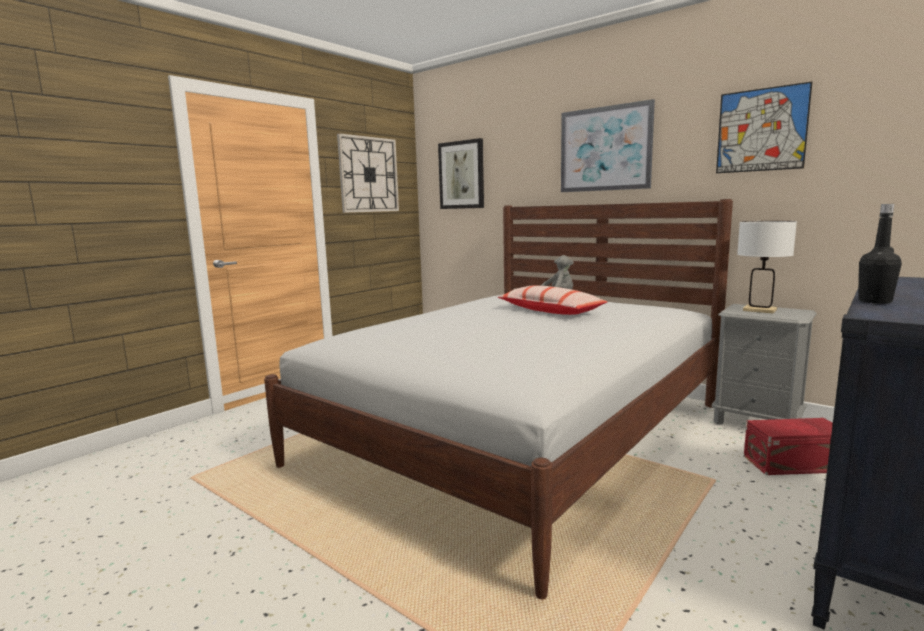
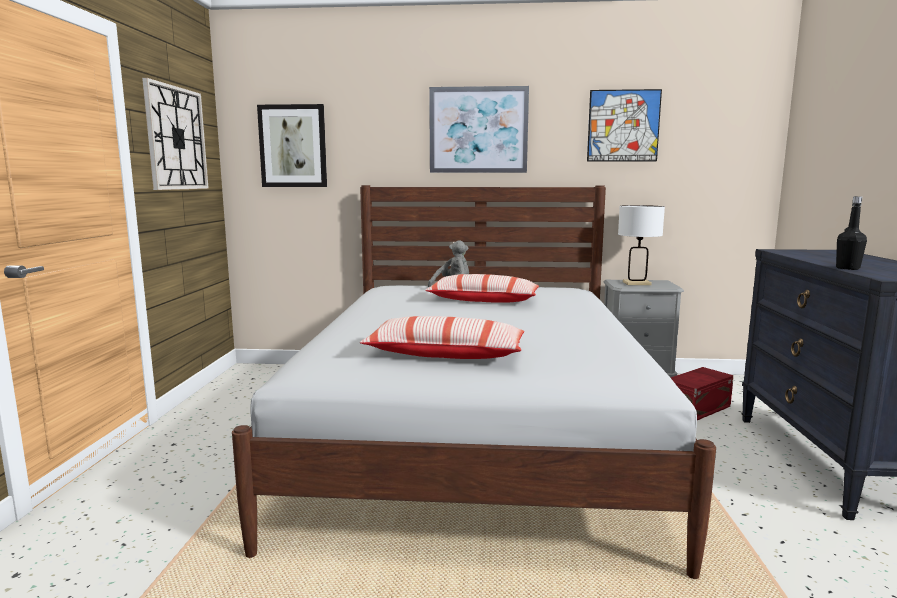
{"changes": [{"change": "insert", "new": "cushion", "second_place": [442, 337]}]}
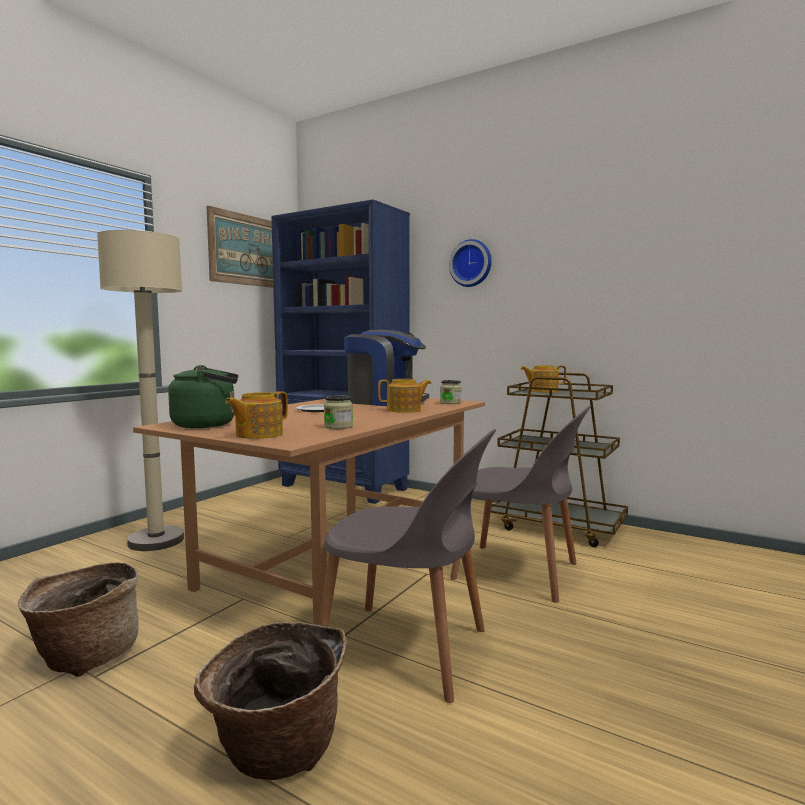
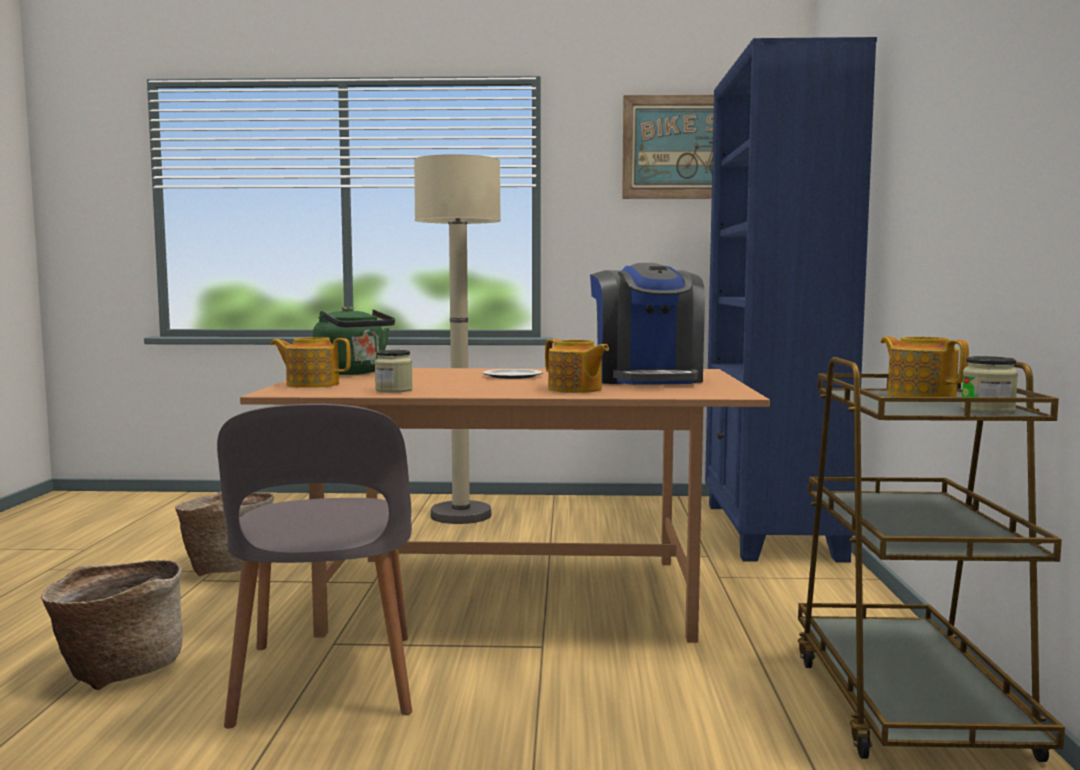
{"changes": [{"change": "delete", "old": "hanging clock", "first_place": [470, 263]}, {"change": "delete", "old": "upright chair (greyish)", "first_place": [520, 504]}, {"change": "move", "old": "jar", "first_place": [451, 392], "second_place": [989, 385]}]}
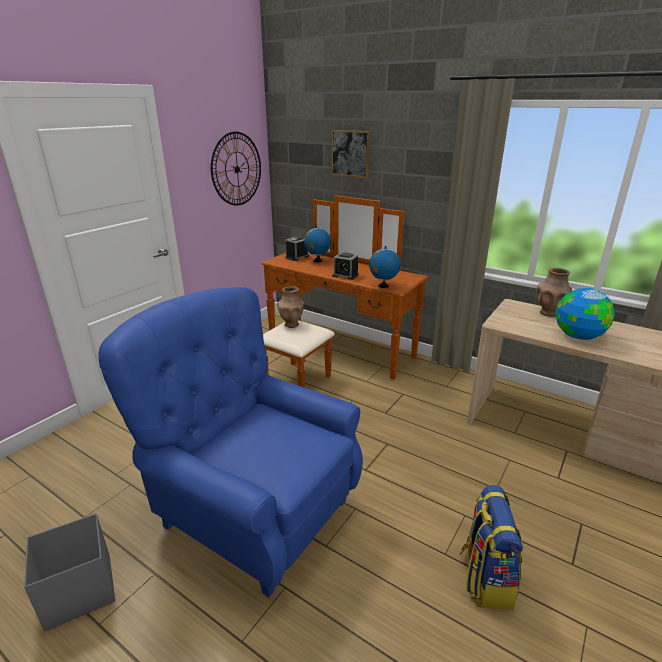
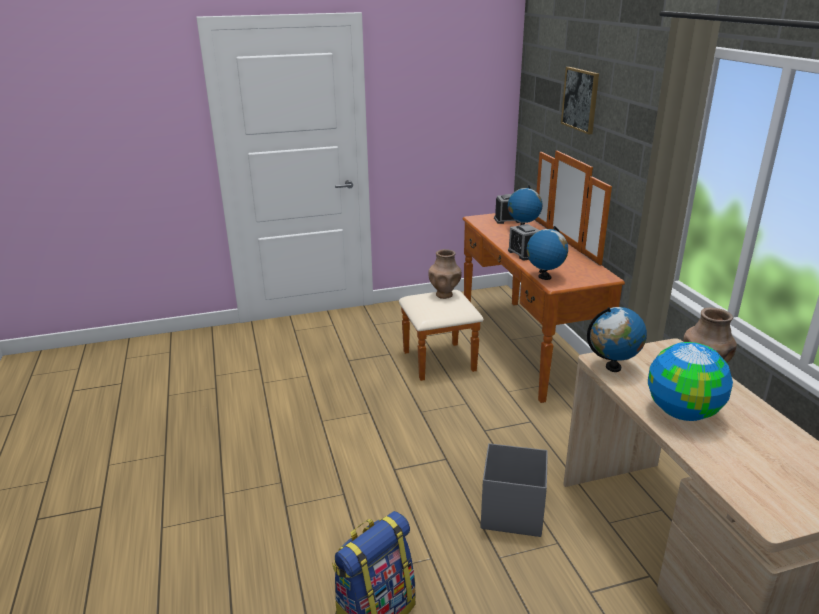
{"changes": [{"change": "delete", "old": "lounge chair (bluish)", "first_place": [230, 442]}, {"change": "delete", "old": "hanging clock", "first_place": [236, 169]}, {"change": "insert", "new": "desk globe", "second_place": [617, 339]}, {"change": "move", "old": "storage bin (greyish)", "first_place": [69, 572], "second_place": [514, 490]}]}
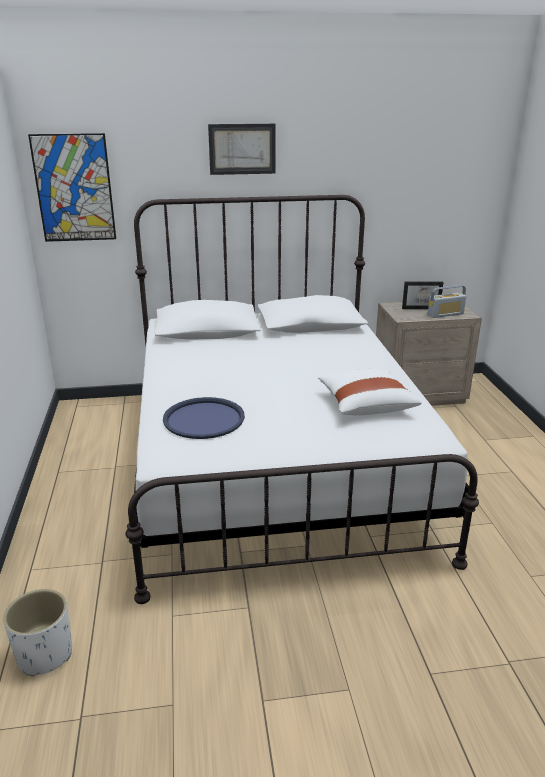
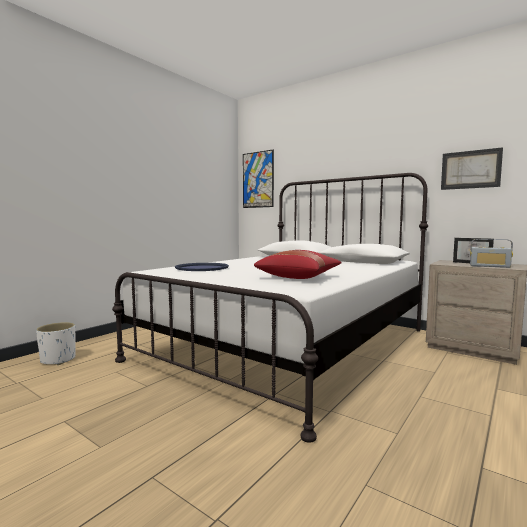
{"changes": [{"change": "move", "old": "wall art", "first_place": [242, 149], "second_place": [472, 168]}, {"change": "recolor", "old": "cushion (white)", "new": "cushion (red)", "first_place": [370, 392], "second_place": [298, 264]}]}
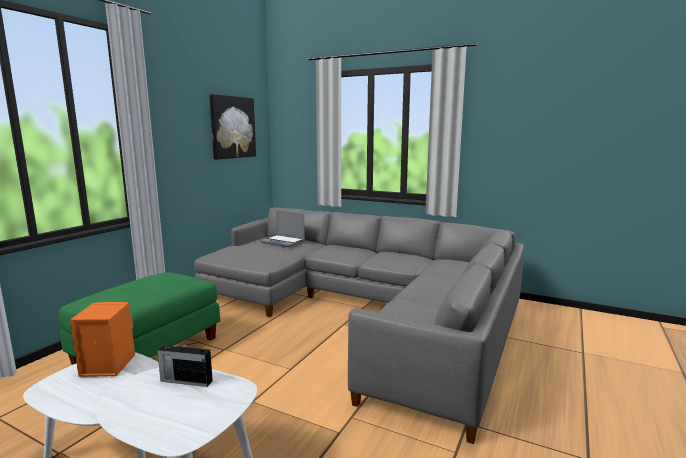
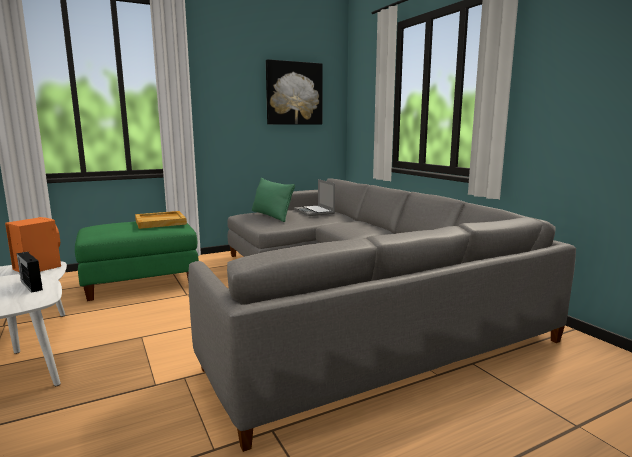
{"changes": [{"change": "insert", "new": "serving tray (beige)", "second_place": [161, 220]}, {"change": "insert", "new": "cushion (green)", "second_place": [273, 200]}]}
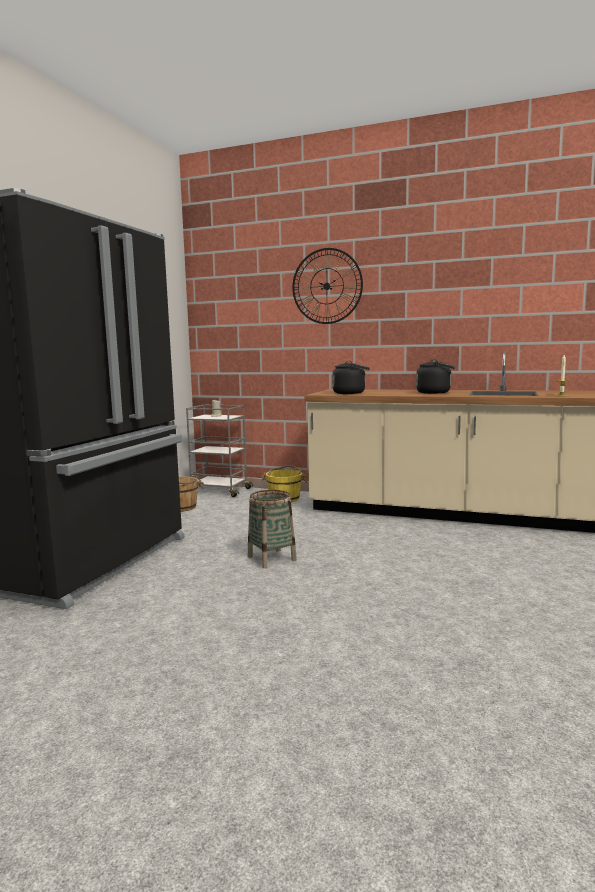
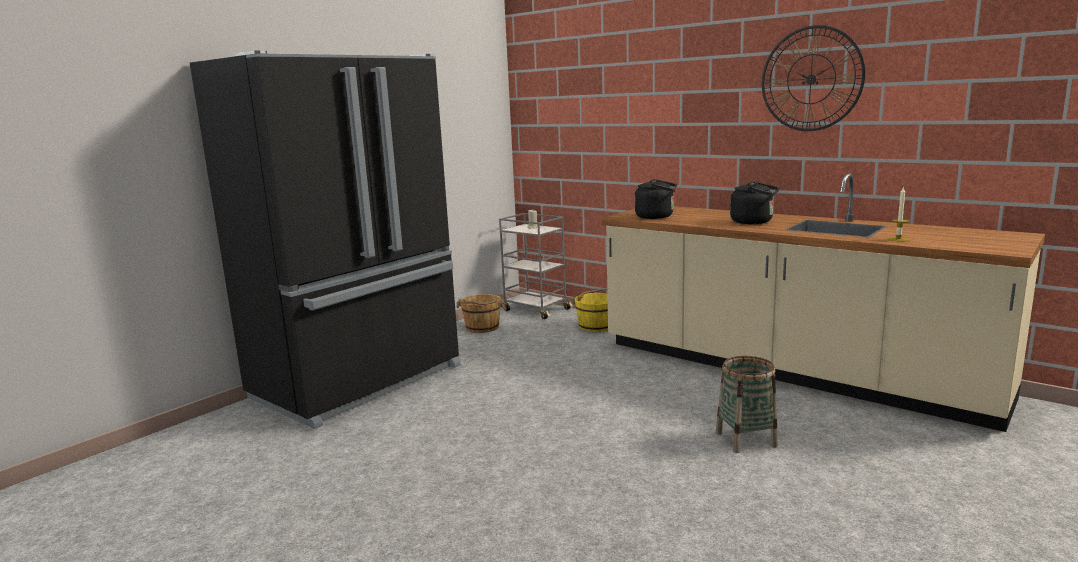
{"changes": [{"change": "move", "old": "storage basket", "first_place": [272, 529], "second_place": [747, 404]}, {"change": "move", "old": "hanging clock", "first_place": [327, 286], "second_place": [813, 78]}]}
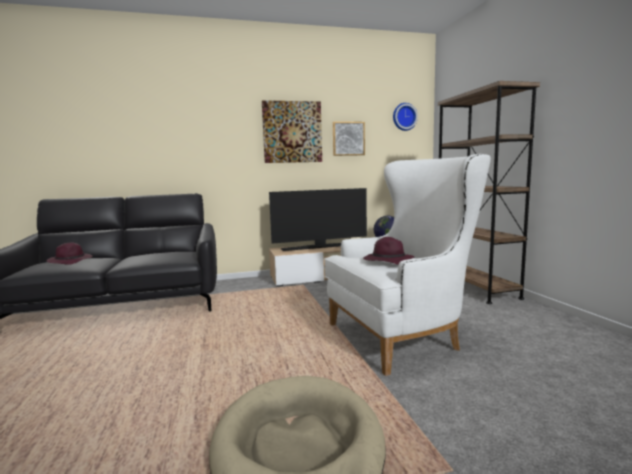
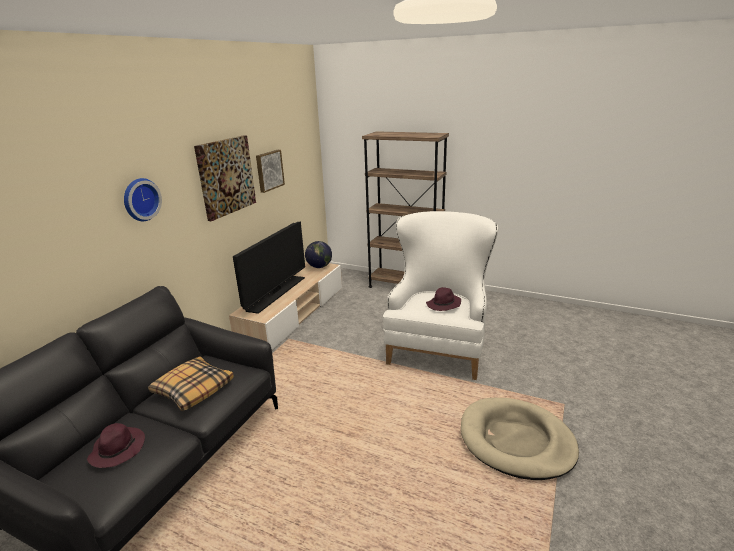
{"changes": [{"change": "insert", "new": "cushion", "second_place": [191, 383]}, {"change": "move", "old": "hanging clock", "first_place": [405, 117], "second_place": [143, 199]}]}
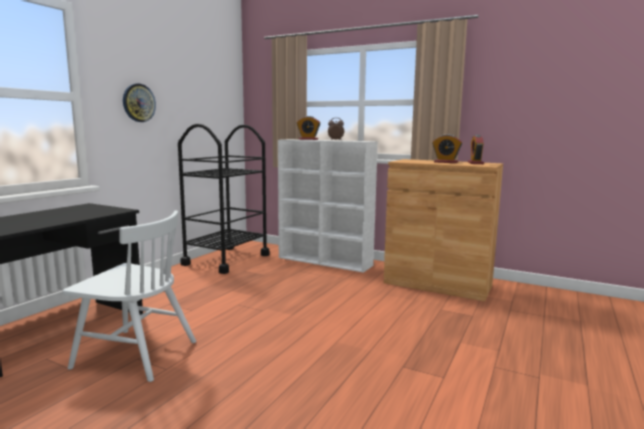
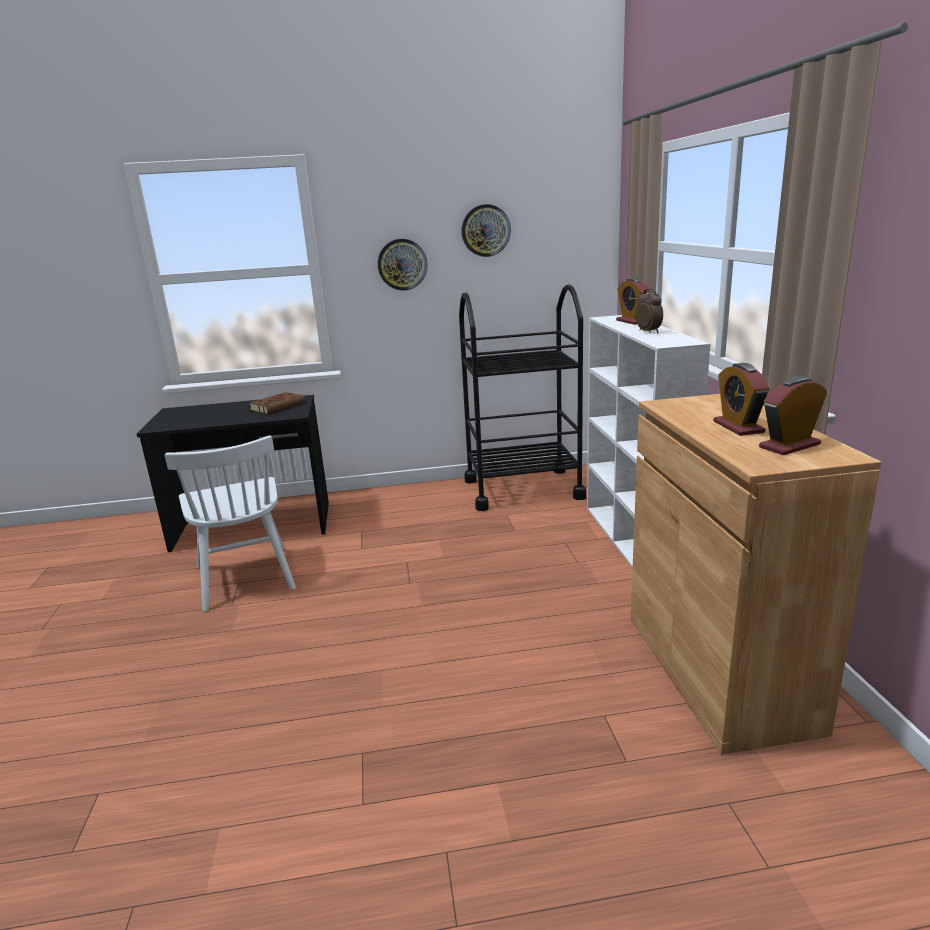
{"changes": [{"change": "insert", "new": "book (brown)", "second_place": [277, 403]}, {"change": "insert", "new": "hanging clock", "second_place": [486, 230]}]}
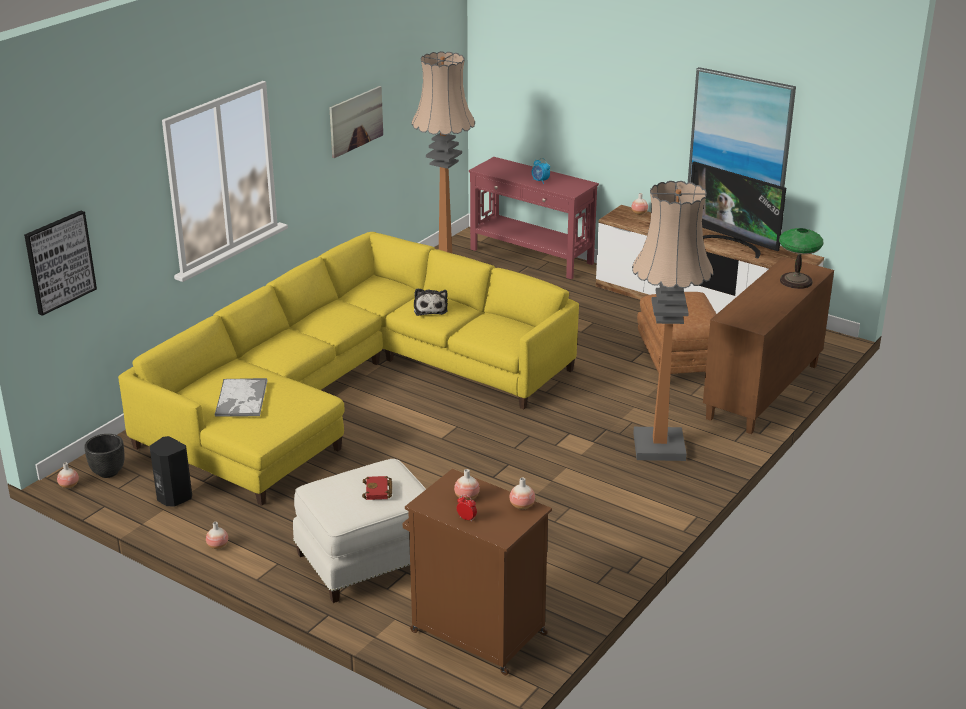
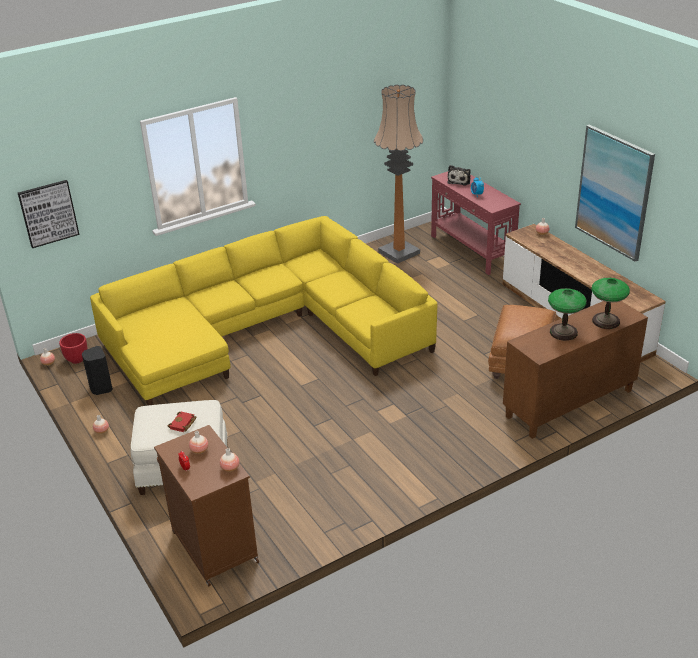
{"changes": [{"change": "delete", "old": "serving tray", "first_place": [241, 397]}, {"change": "delete", "old": "wall art", "first_place": [356, 122]}, {"change": "delete", "old": "standard lamp", "first_place": [672, 321]}, {"change": "delete", "old": "TV", "first_place": [738, 210]}, {"change": "insert", "new": "table lamp", "second_place": [567, 314]}, {"change": "move", "old": "cuddly toy", "first_place": [431, 302], "second_place": [459, 175]}, {"change": "recolor", "old": "flower pot (black)", "new": "flower pot (red)", "first_place": [104, 456], "second_place": [73, 348]}]}
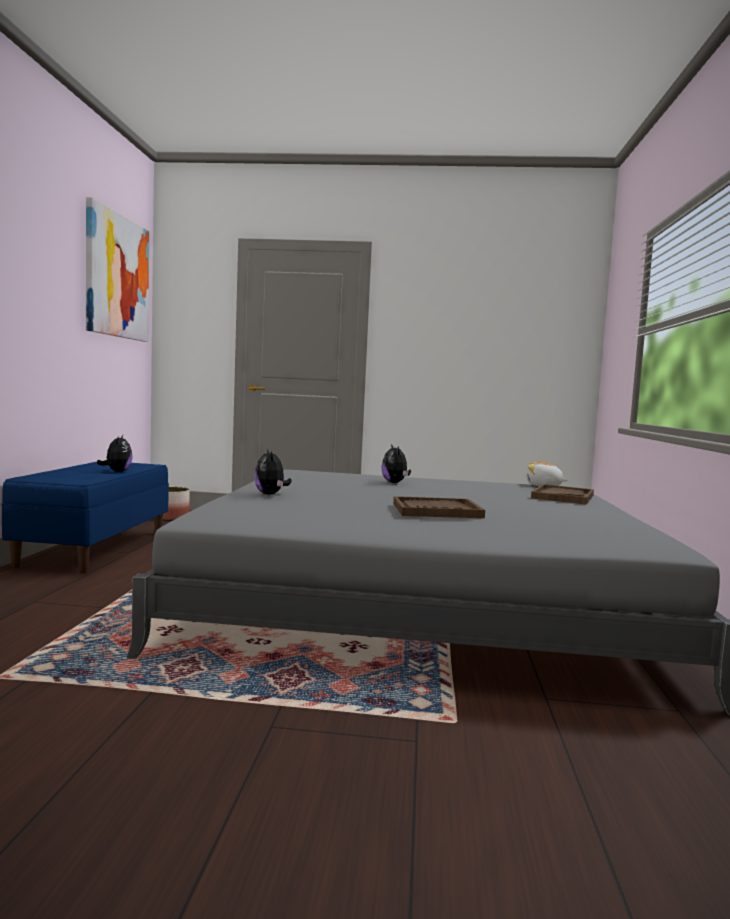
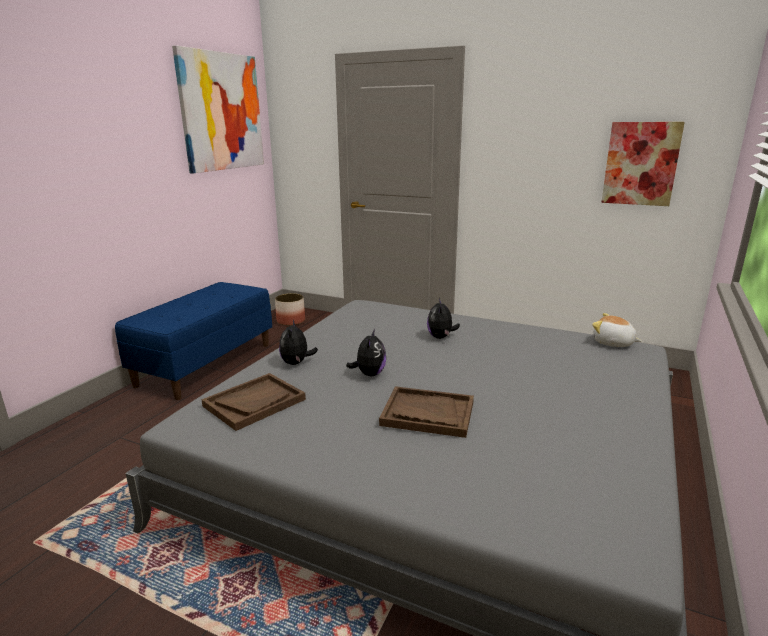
{"changes": [{"change": "insert", "new": "wall art", "second_place": [643, 164]}, {"change": "move", "old": "cuddly toy", "first_place": [115, 453], "second_place": [366, 352]}, {"change": "move", "old": "serving tray (brown)", "first_place": [562, 494], "second_place": [253, 402]}]}
